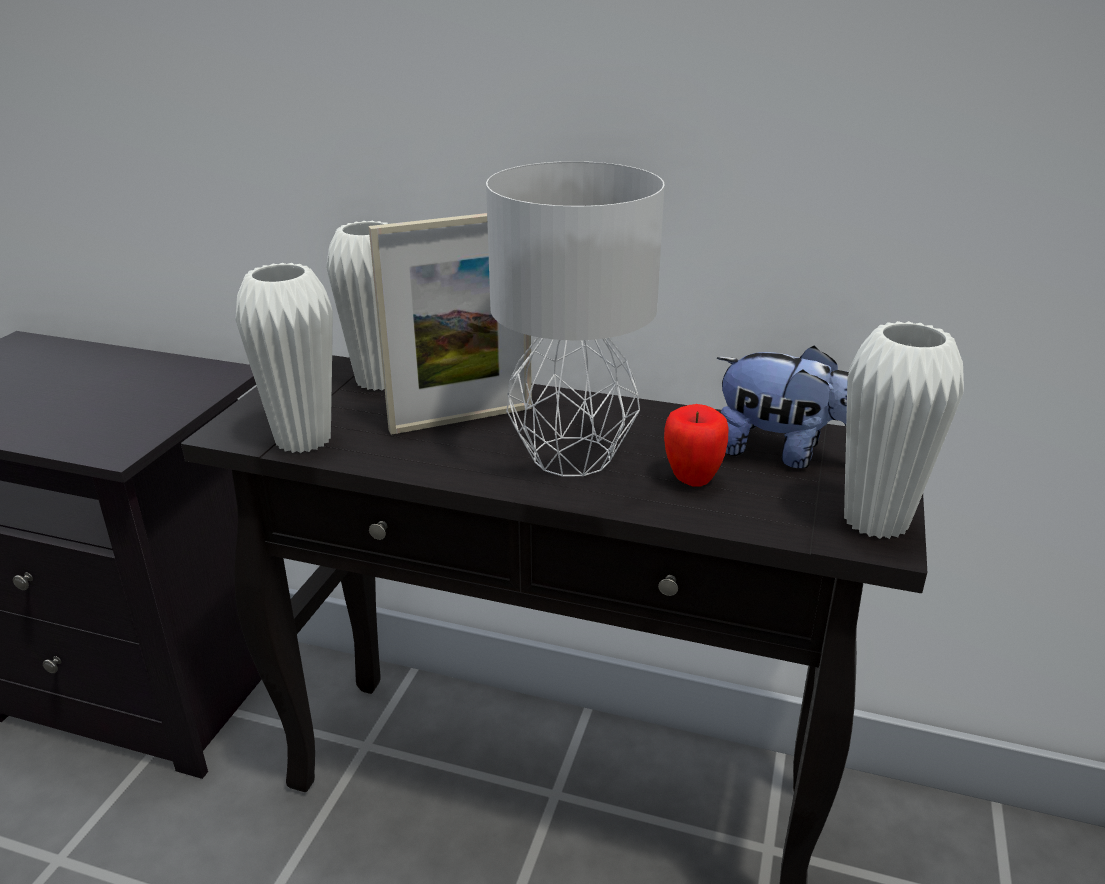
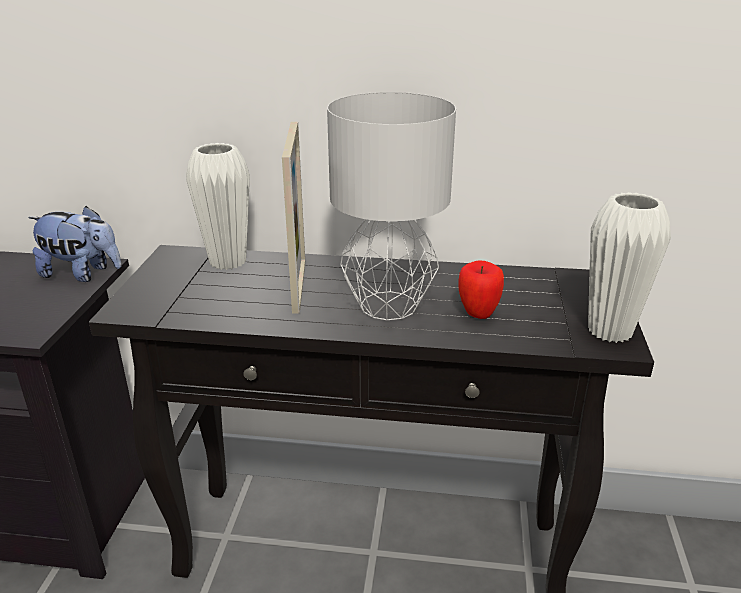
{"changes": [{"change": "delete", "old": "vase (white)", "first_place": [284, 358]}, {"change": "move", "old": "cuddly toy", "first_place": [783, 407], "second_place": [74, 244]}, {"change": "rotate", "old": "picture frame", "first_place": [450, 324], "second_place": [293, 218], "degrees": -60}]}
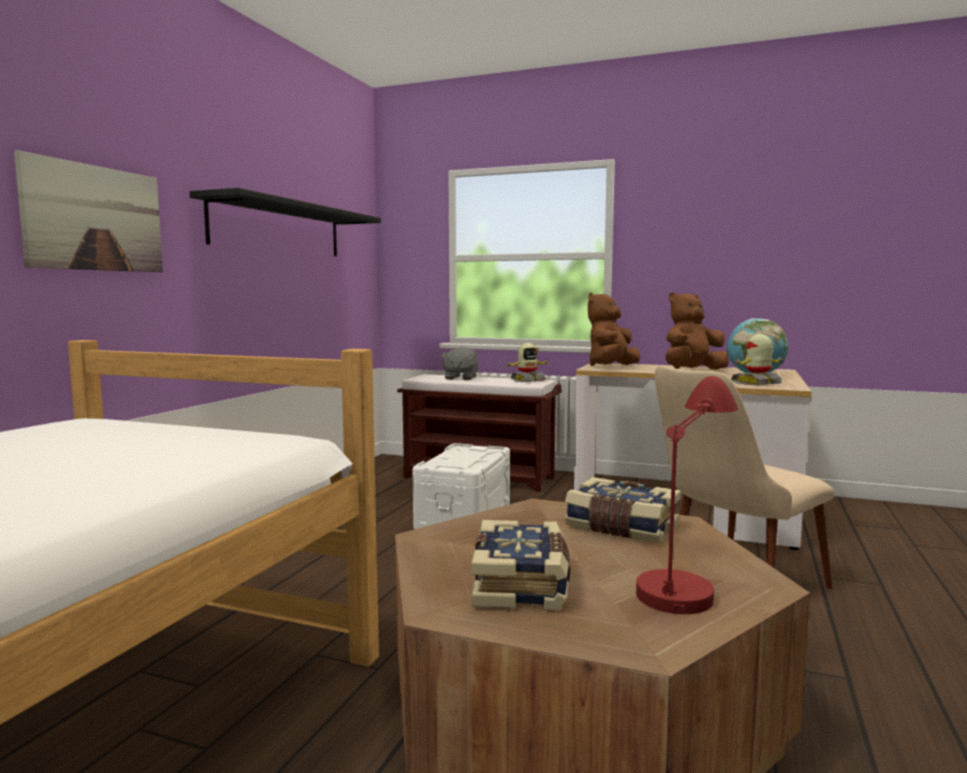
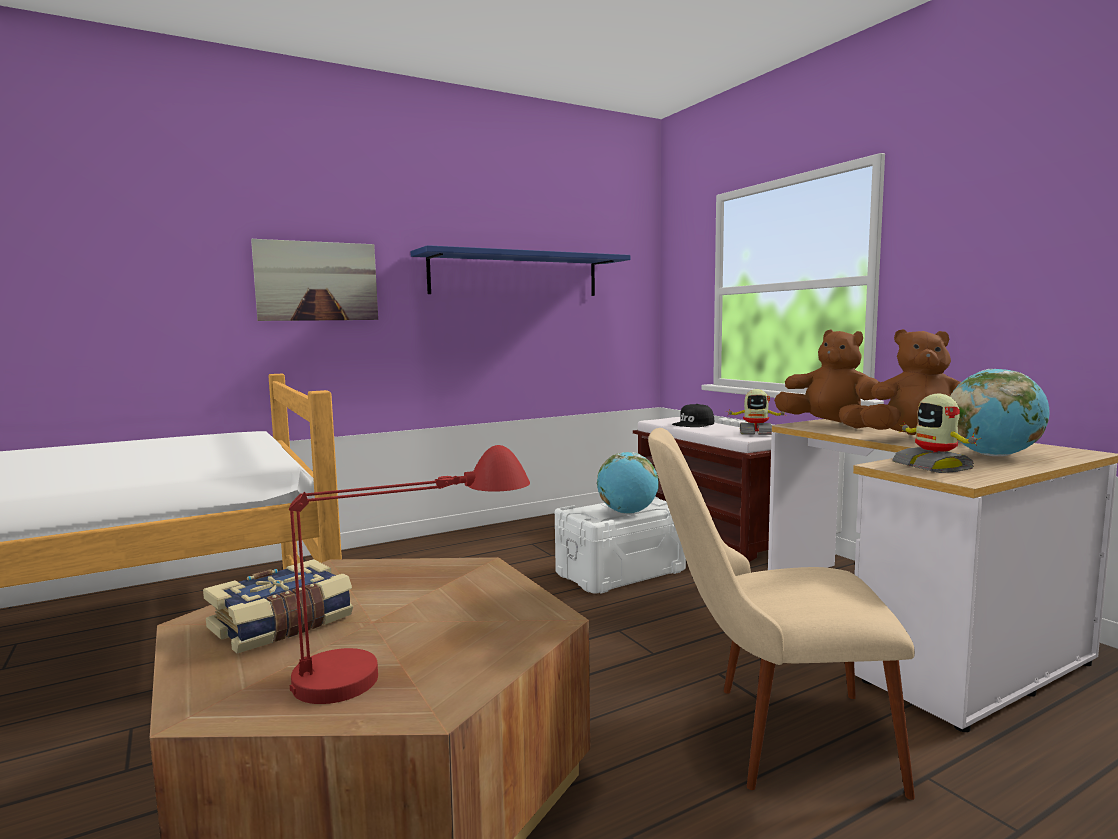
{"changes": [{"change": "delete", "old": "book", "first_place": [623, 510]}, {"change": "insert", "new": "desk globe", "second_place": [628, 483]}, {"change": "replace", "old": "cuddly toy (greyish)", "new": "baseball cap (black)", "first_place": [459, 363], "second_place": [693, 415]}, {"change": "recolor", "old": "bracket shelf (black)", "new": "bracket shelf (bluish)", "first_place": [285, 222], "second_place": [520, 270]}, {"change": "rotate", "old": "cuddly toy (brown)", "first_place": [614, 329], "second_place": [826, 379], "degrees": 60}, {"change": "rotate", "old": "robot figure", "first_place": [757, 359], "second_place": [936, 433], "degrees": -120}]}
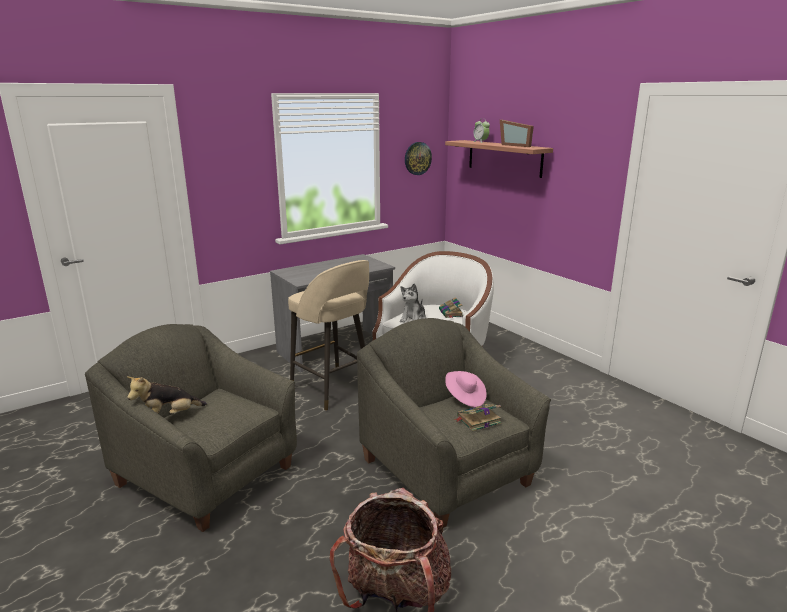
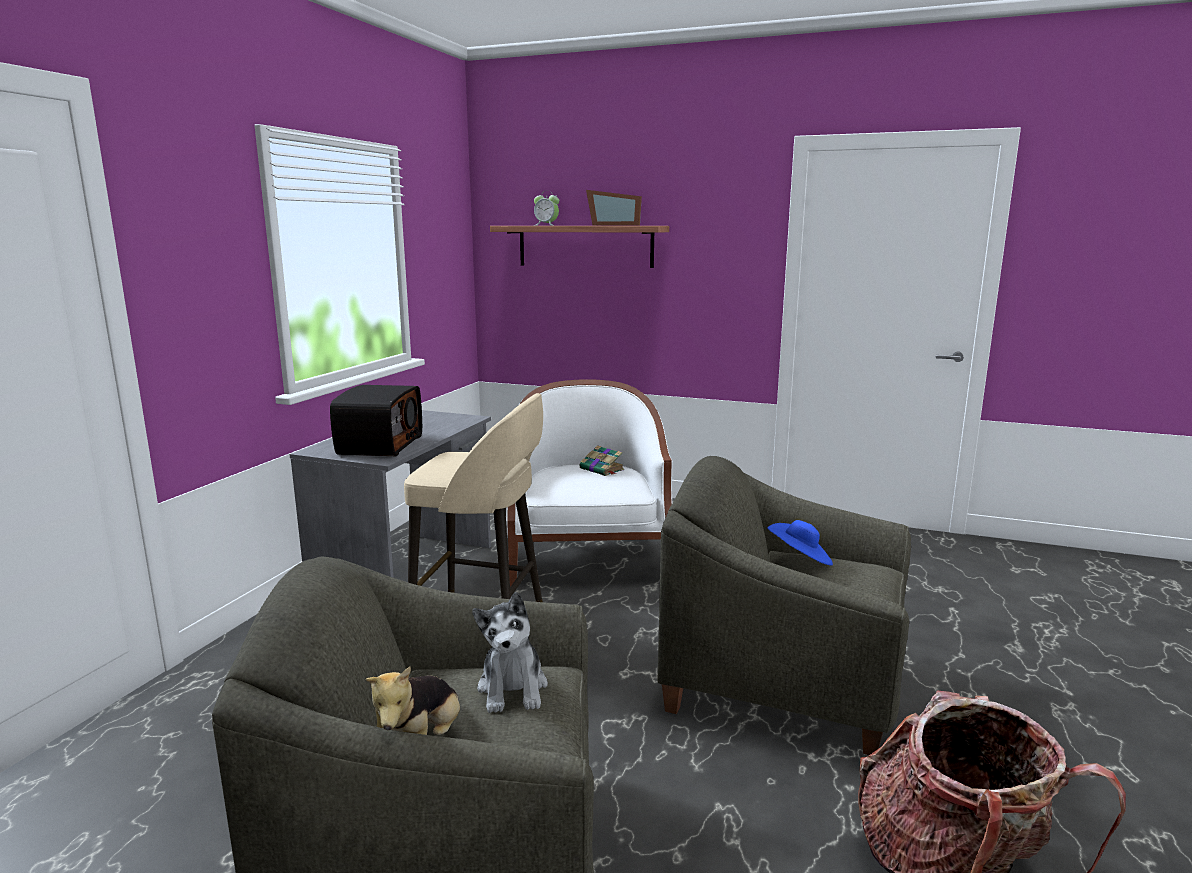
{"changes": [{"change": "delete", "old": "hanging clock", "first_place": [418, 158]}, {"change": "delete", "old": "book", "first_place": [478, 417]}, {"change": "insert", "new": "radio set", "second_place": [376, 420]}, {"change": "move", "old": "cuddly toy", "first_place": [413, 303], "second_place": [510, 652]}, {"change": "recolor", "old": "hat (pink-coloured)", "new": "hat (bluish)", "first_place": [465, 389], "second_place": [800, 542]}]}
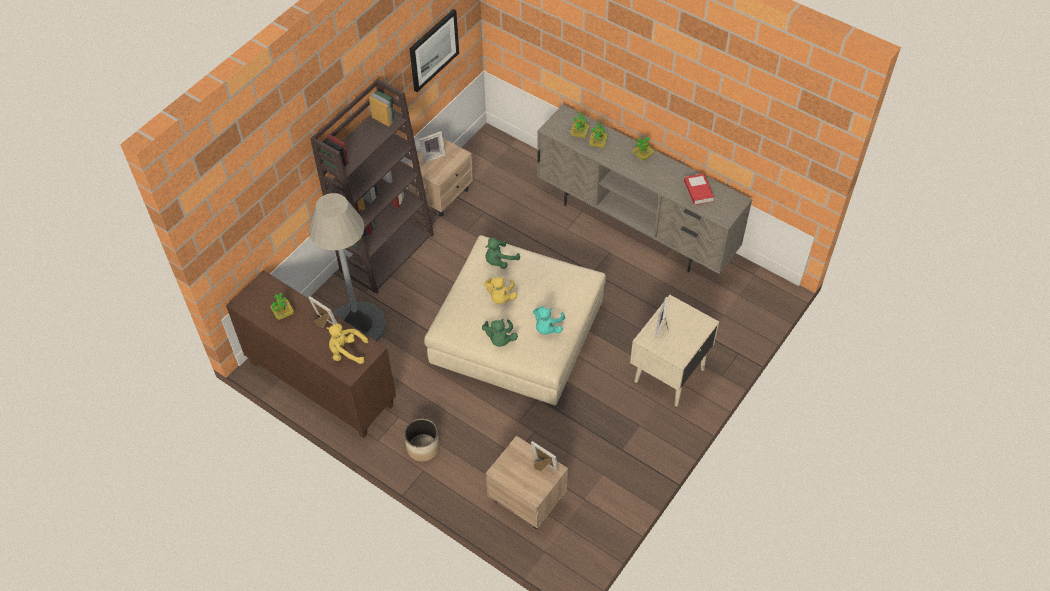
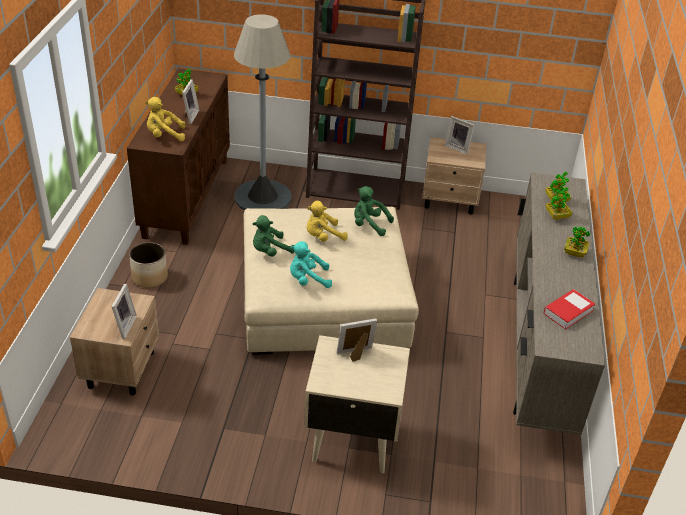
{"changes": [{"change": "delete", "old": "wall art", "first_place": [434, 50]}, {"change": "rotate", "old": "cuddly toy (yellowish)", "first_place": [347, 343], "second_place": [165, 119], "degrees": -75}]}
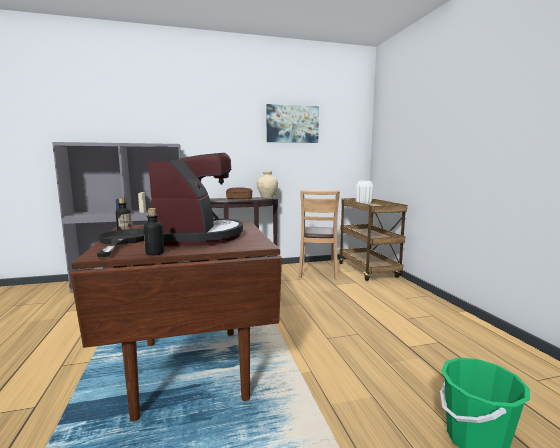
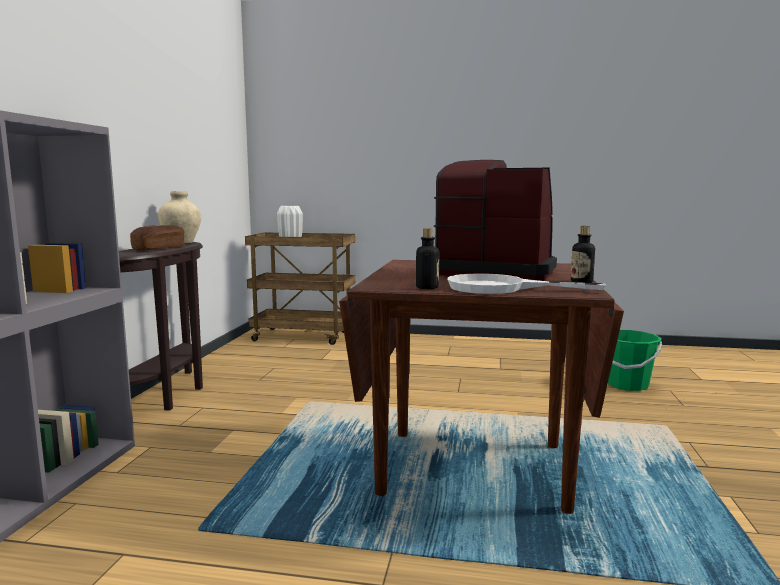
{"changes": [{"change": "delete", "old": "wall art", "first_place": [292, 123]}, {"change": "delete", "old": "upright chair (brown)", "first_place": [319, 234]}, {"change": "recolor", "old": "skillet (black)", "new": "skillet (white)", "first_place": [121, 243], "second_place": [526, 283]}]}
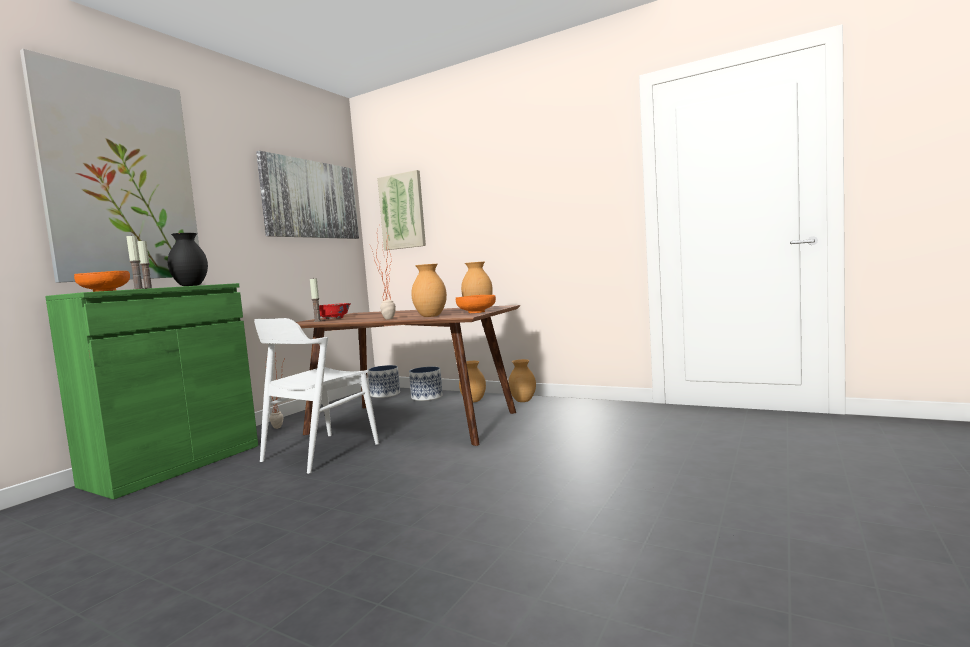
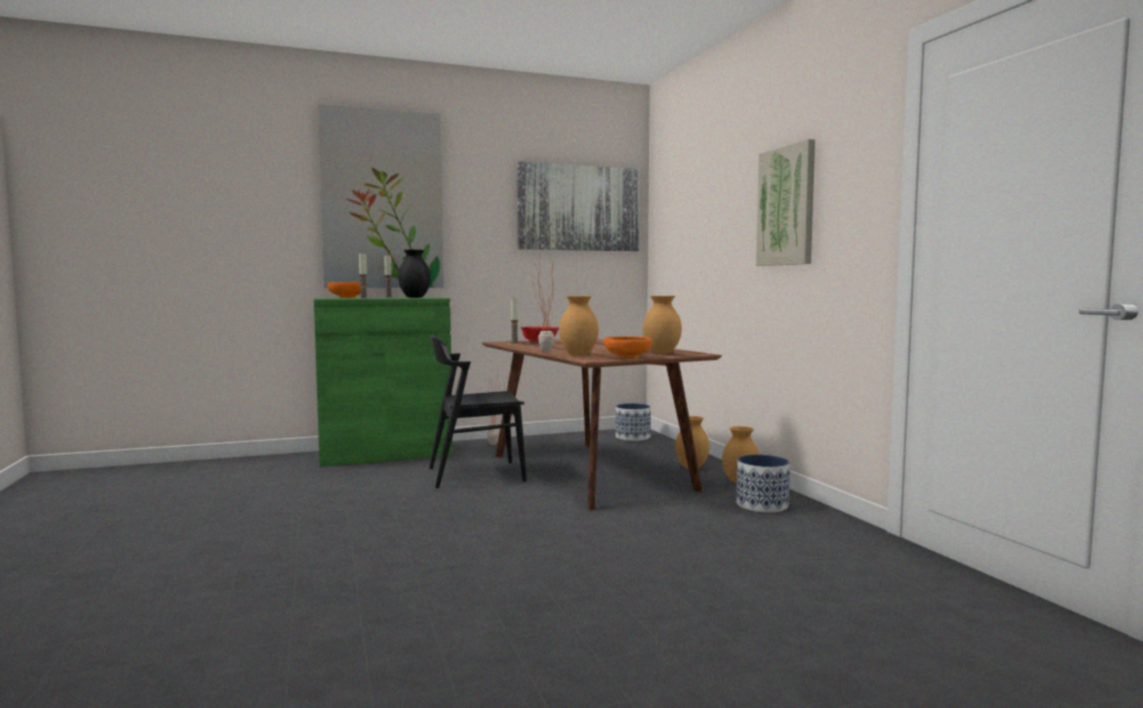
{"changes": [{"change": "move", "old": "wall art", "first_place": [401, 210], "second_place": [785, 202]}, {"change": "move", "old": "flower pot", "first_place": [426, 384], "second_place": [763, 483]}, {"change": "recolor", "old": "upright chair (white)", "new": "upright chair (black)", "first_place": [316, 396], "second_place": [478, 411]}]}
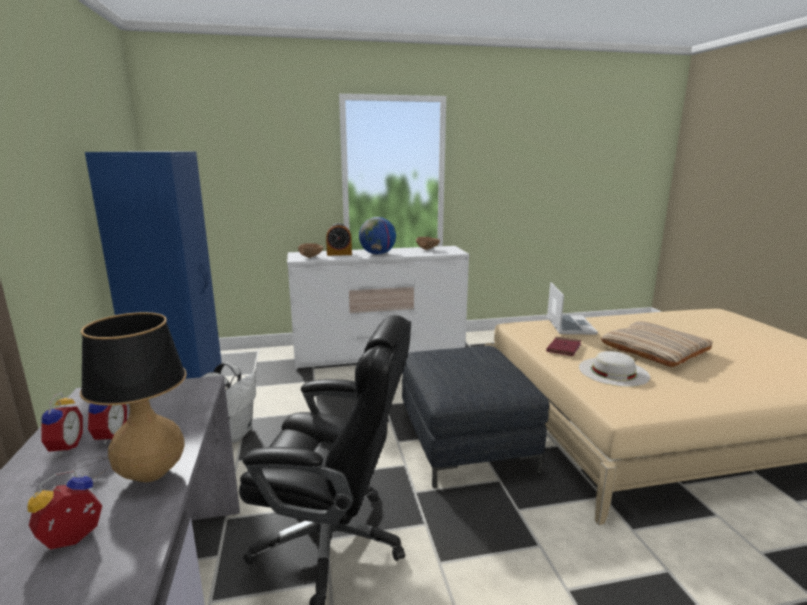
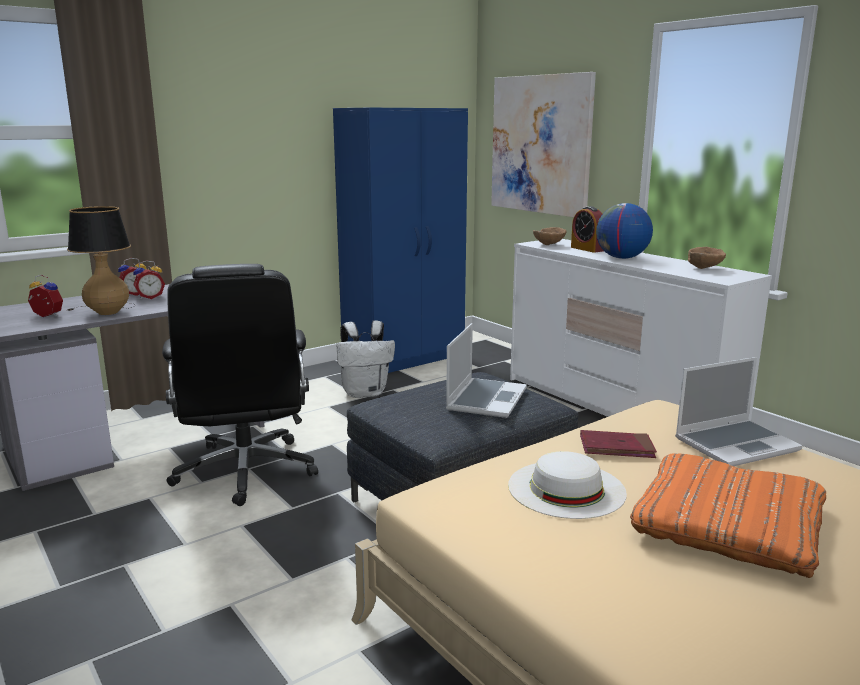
{"changes": [{"change": "insert", "new": "notebook computer", "second_place": [486, 370]}, {"change": "insert", "new": "wall art", "second_place": [543, 144]}, {"change": "recolor", "old": "cushion (beige)", "new": "cushion (orange-coloured)", "first_place": [657, 344], "second_place": [728, 515]}]}
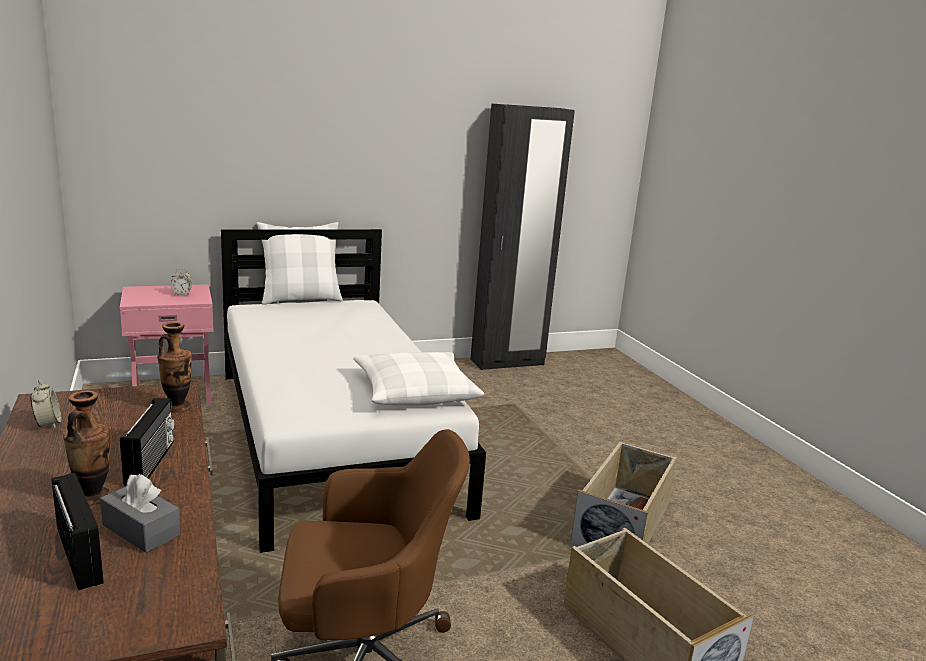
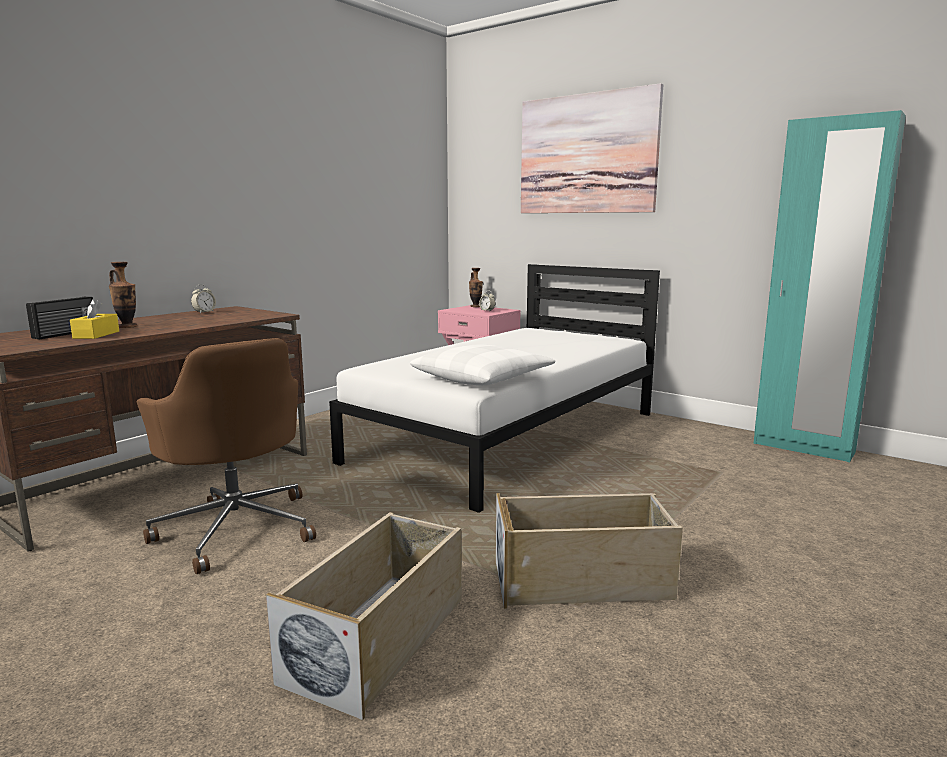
{"changes": [{"change": "delete", "old": "radio set", "first_place": [147, 442]}, {"change": "delete", "old": "cushion (white)", "first_place": [300, 263]}, {"change": "insert", "new": "wall art", "second_place": [592, 148]}, {"change": "move", "old": "vase", "first_place": [174, 367], "second_place": [476, 287]}, {"change": "recolor", "old": "box of tissues (greyish)", "new": "box of tissues (yellowish)", "first_place": [140, 513], "second_place": [94, 319]}, {"change": "recolor", "old": "clothes cupboard (black)", "new": "clothes cupboard (turquoise-coloured)", "first_place": [522, 237], "second_place": [829, 286]}]}
